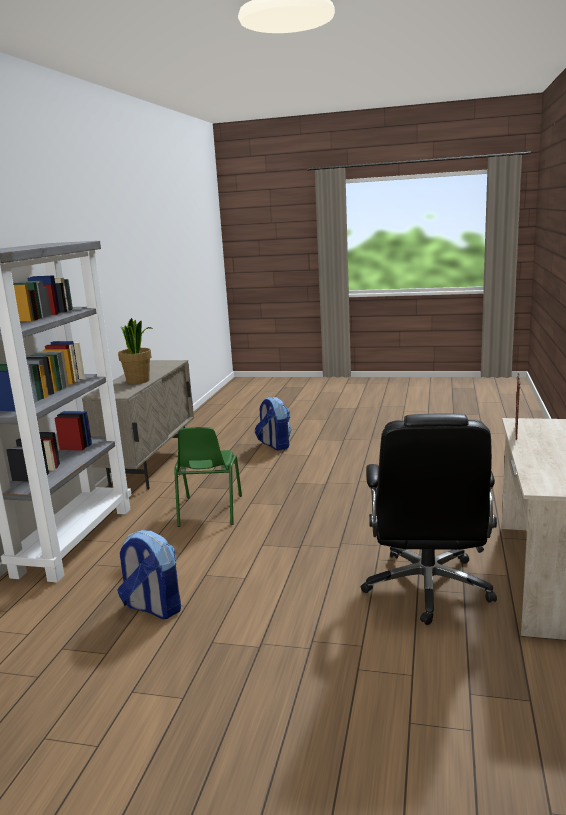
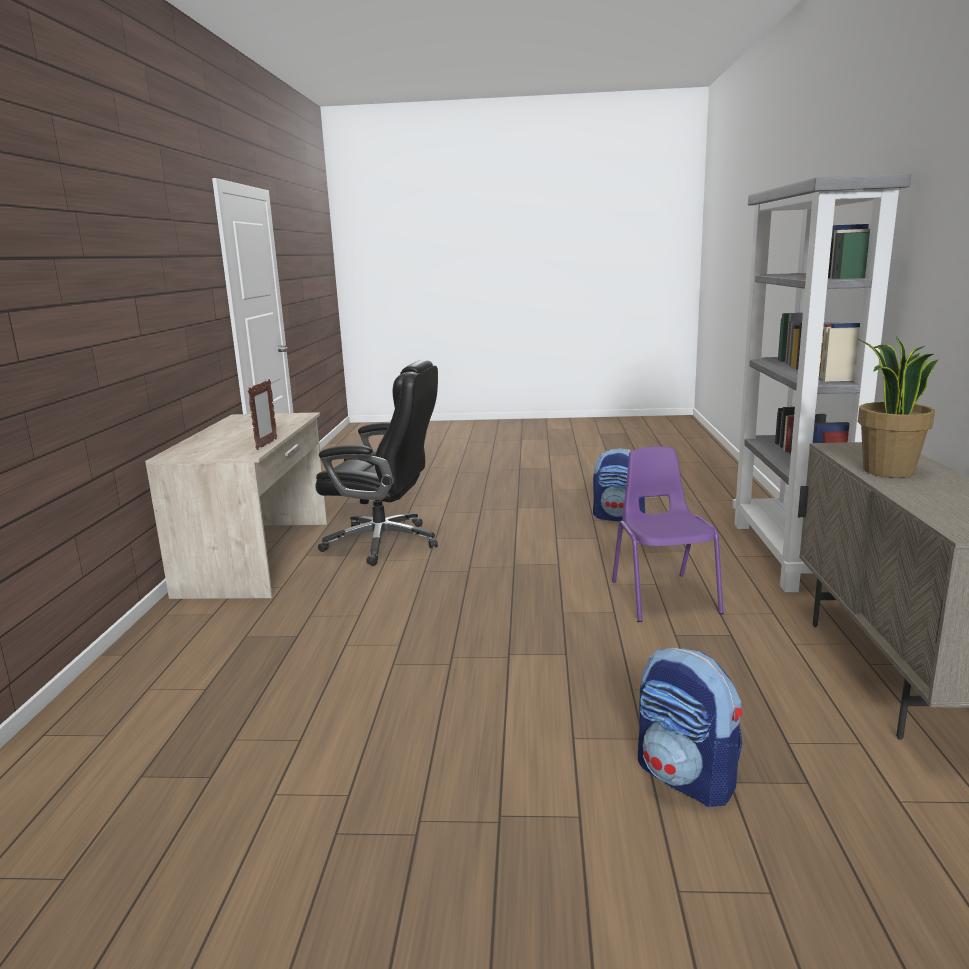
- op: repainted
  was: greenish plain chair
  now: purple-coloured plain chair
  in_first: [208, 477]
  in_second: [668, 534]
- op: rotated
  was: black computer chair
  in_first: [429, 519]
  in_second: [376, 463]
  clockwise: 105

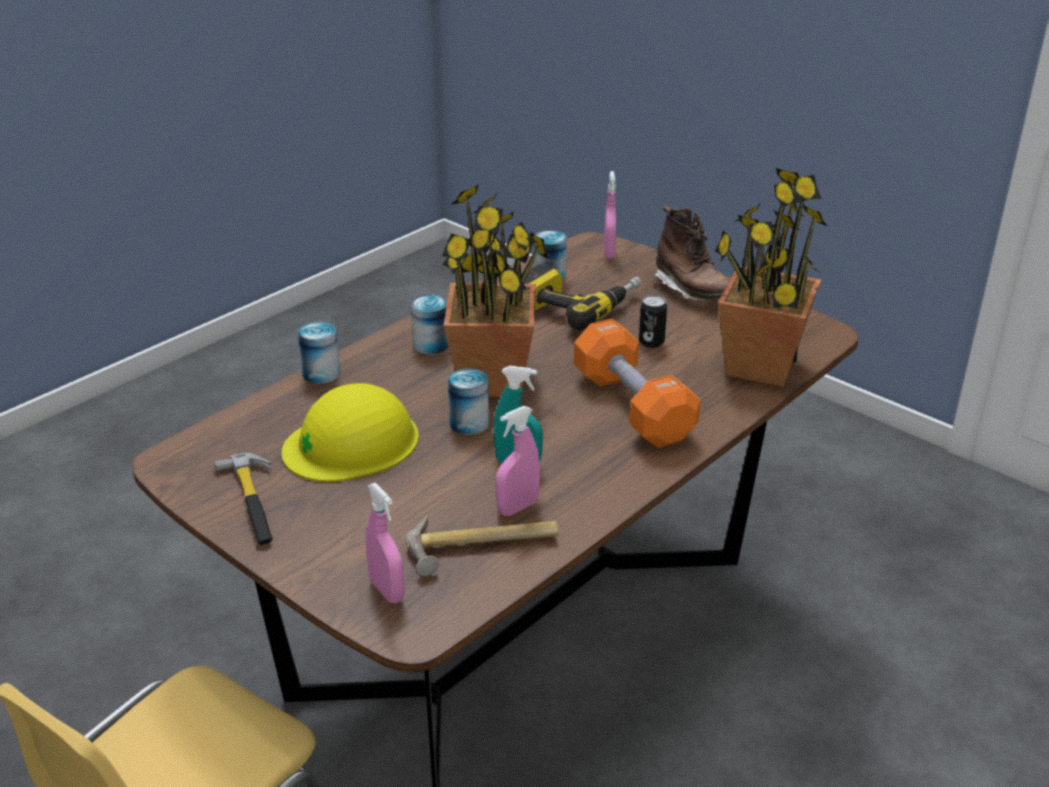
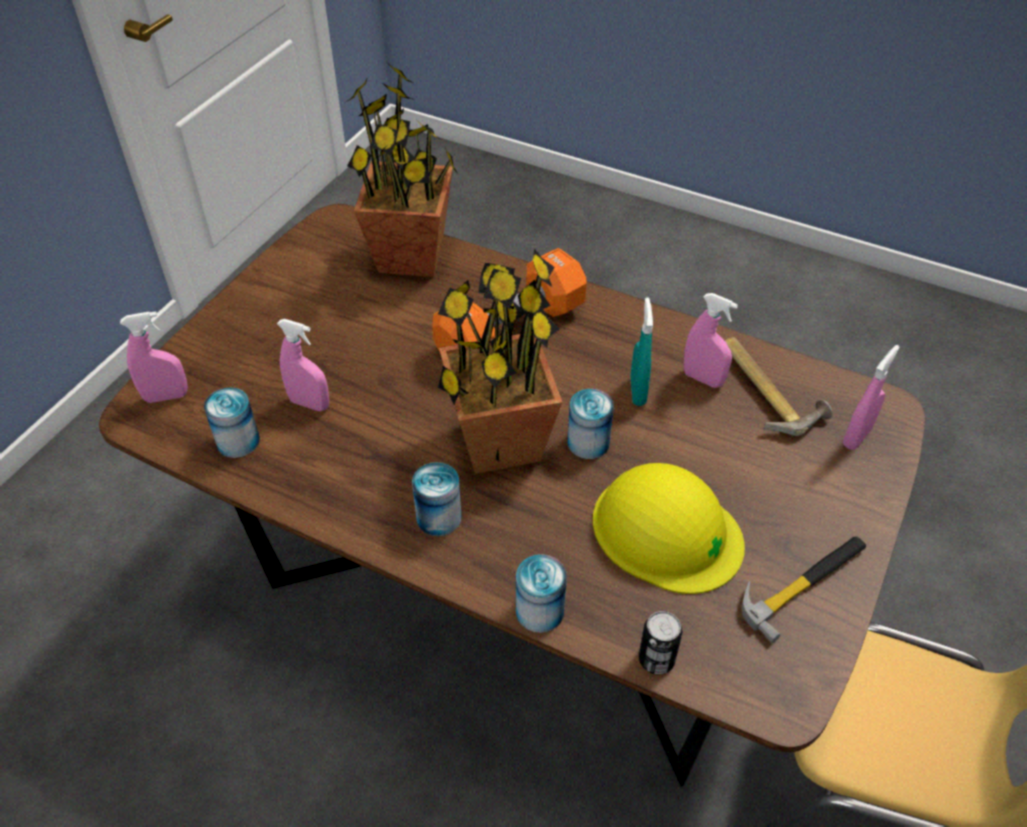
- op: gone
  was: brownish high-top boot
  in_first: [691, 253]
- op: shifted
  was: can
  in_first: [653, 321]
  in_second: [660, 643]
- op: swapped
  was: drill
  now: pinkish sprayer
  in_first: [581, 297]
  in_second: [303, 365]

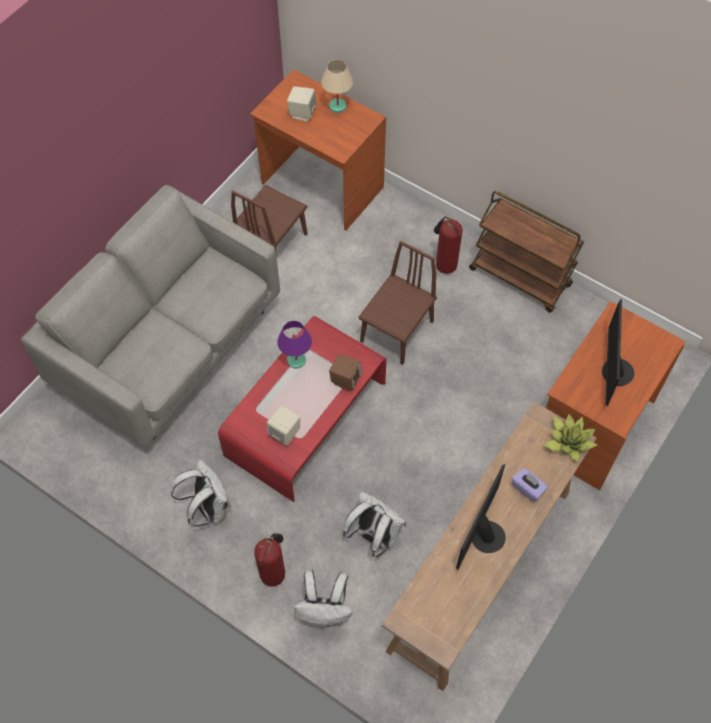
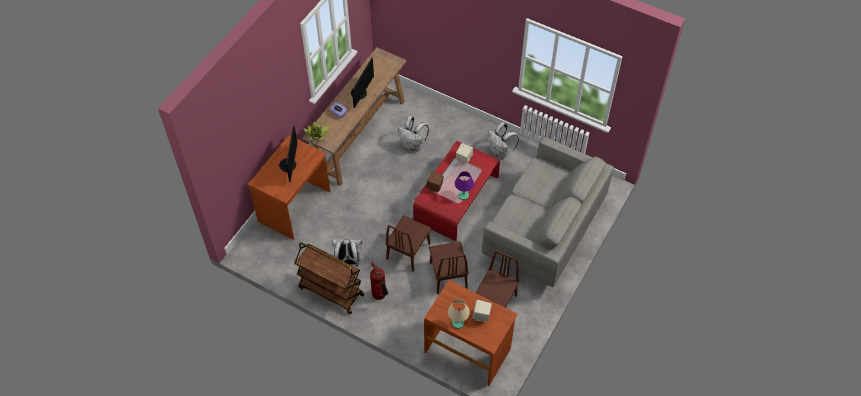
- op: gone
  was: fire-fighting cylinder
  in_first: [269, 560]
- op: new
  now: brownish plain chair
  in_second: [449, 267]
- op: shifted
  was: white-coloured knapsack
  in_first: [323, 598]
  in_second: [347, 252]

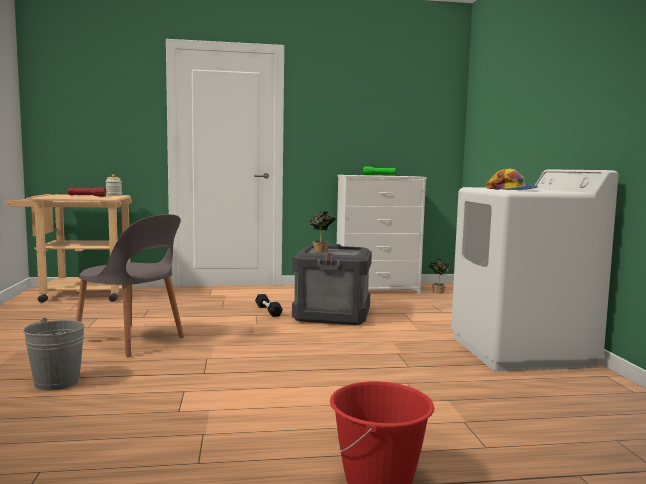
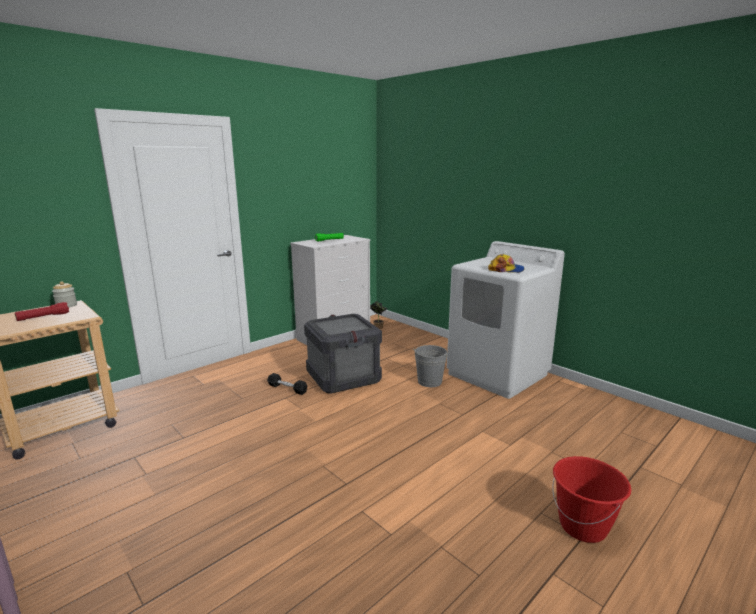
- op: gone
  was: grey plain chair
  in_first: [130, 285]
- op: gone
  was: plant in a pot
  in_first: [322, 232]
- op: shifted
  was: grey bucket
  in_first: [54, 354]
  in_second: [431, 366]

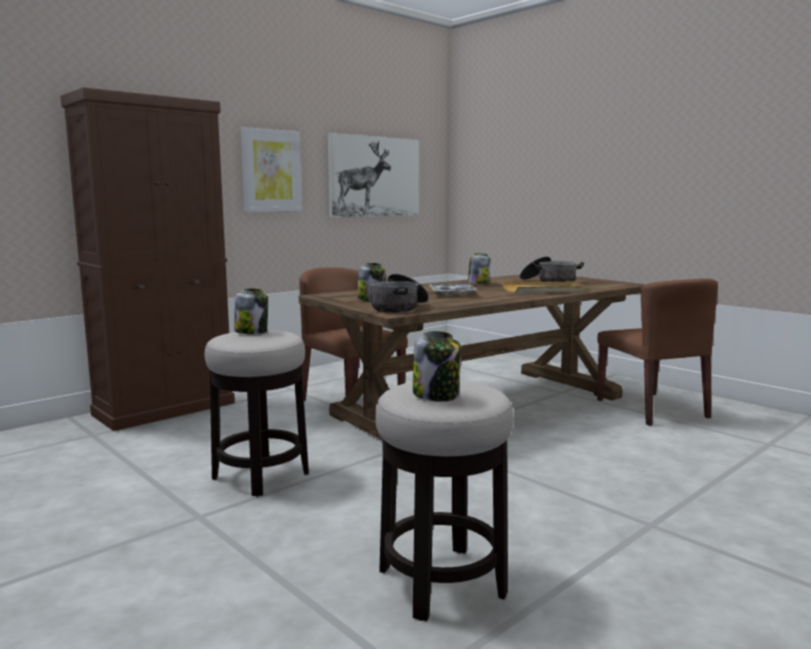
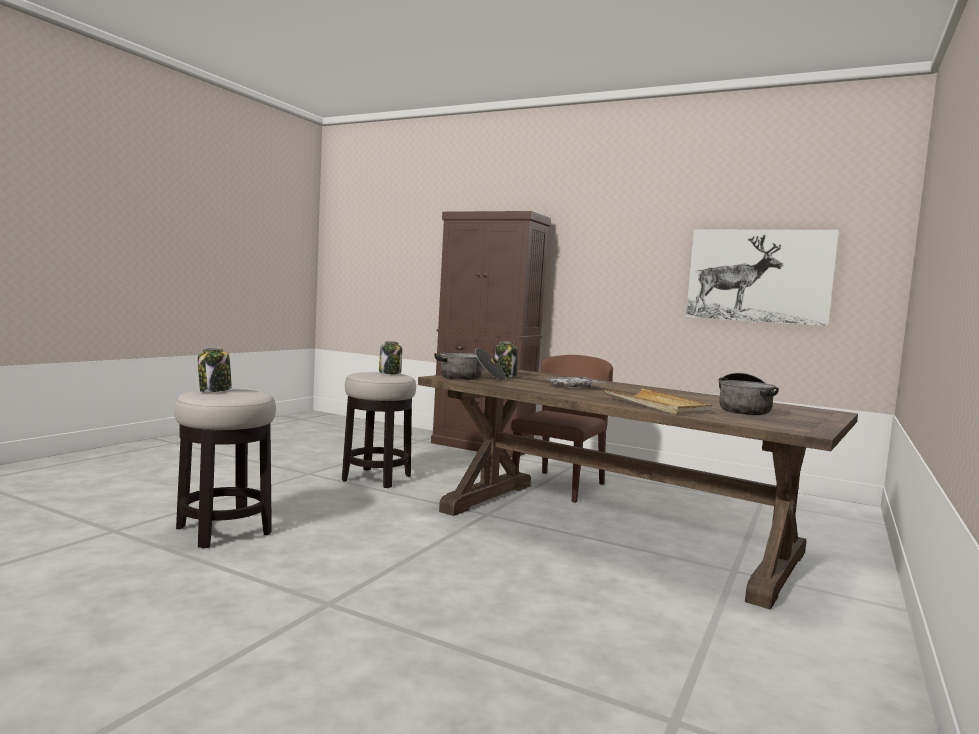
- op: gone
  was: picture
  in_first: [271, 169]
- op: gone
  was: preserve jar
  in_first: [479, 268]
- op: gone
  was: brownish plain chair
  in_first: [657, 352]

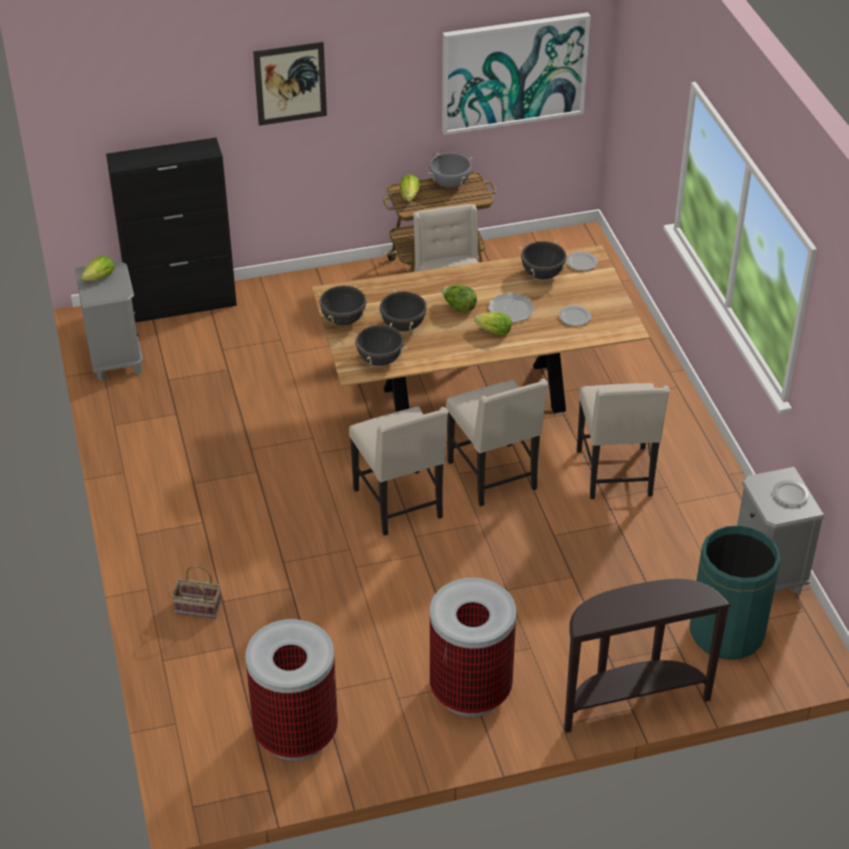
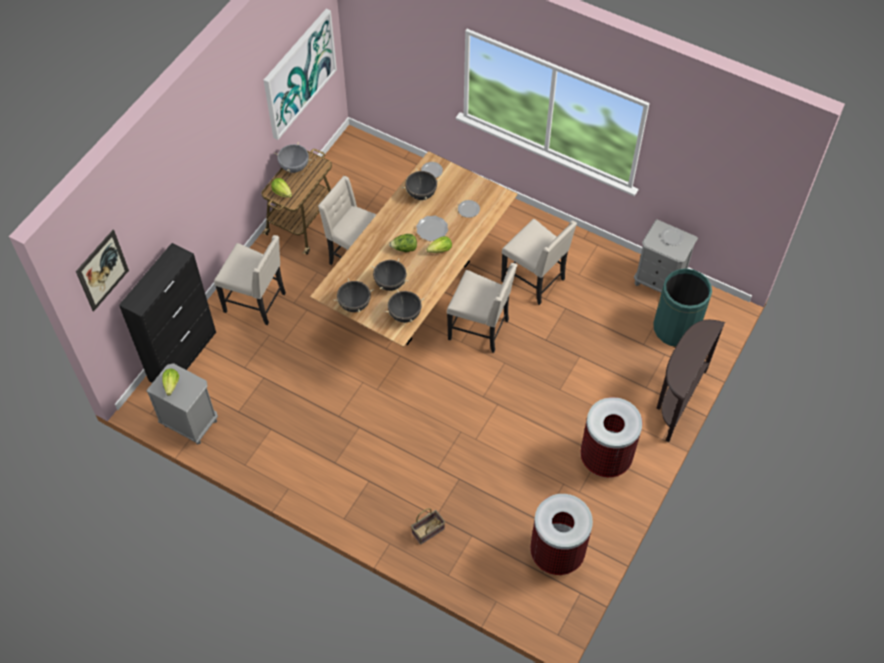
- op: shifted
  was: picture
  in_first: [290, 84]
  in_second: [102, 271]
- op: shifted
  was: beige plain chair
  in_first: [398, 471]
  in_second: [250, 280]

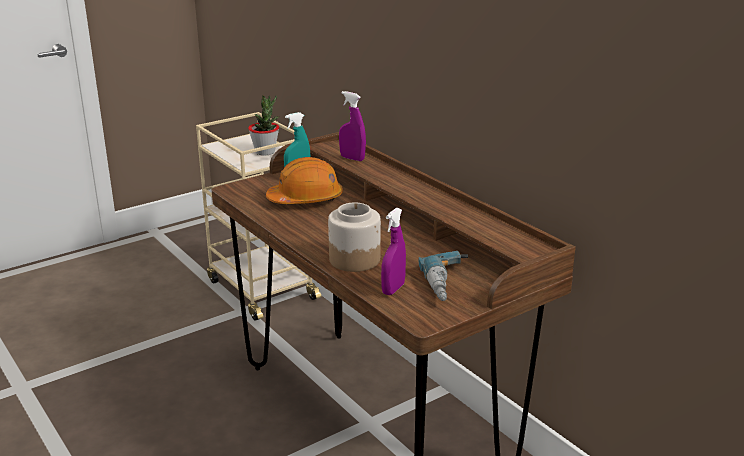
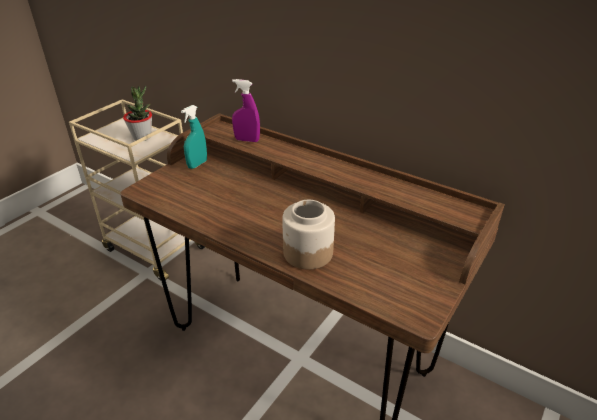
- op: gone
  was: orangey safety helmet
  in_first: [304, 180]
- op: gone
  was: purple-coloured sprayer
  in_first: [393, 251]
- op: gone
  was: drill
  in_first: [443, 276]

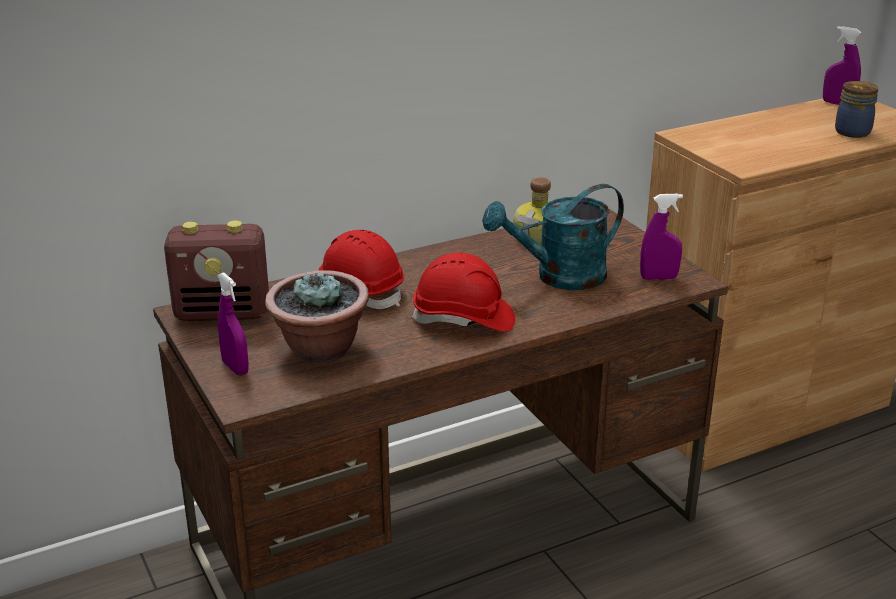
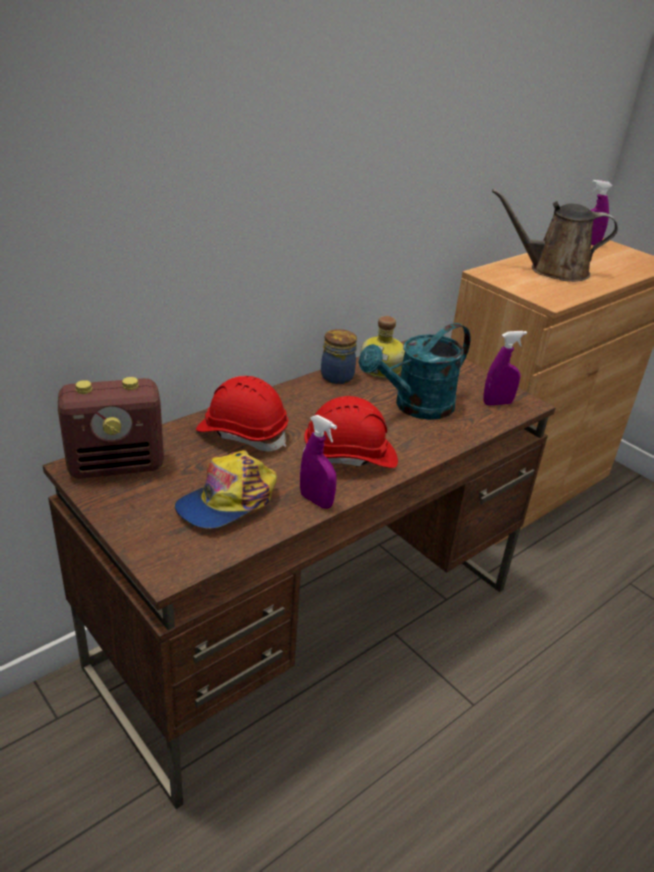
- op: new
  now: brownish sprinkling can
  in_second: [555, 235]
- op: shifted
  was: purple-coloured sprayer
  in_first: [233, 324]
  in_second: [318, 462]
- op: shifted
  was: preserve jar
  in_first: [856, 109]
  in_second: [339, 356]
- op: swapped
  was: plant in a pot
  now: peaked cap
  in_first: [317, 316]
  in_second: [226, 489]

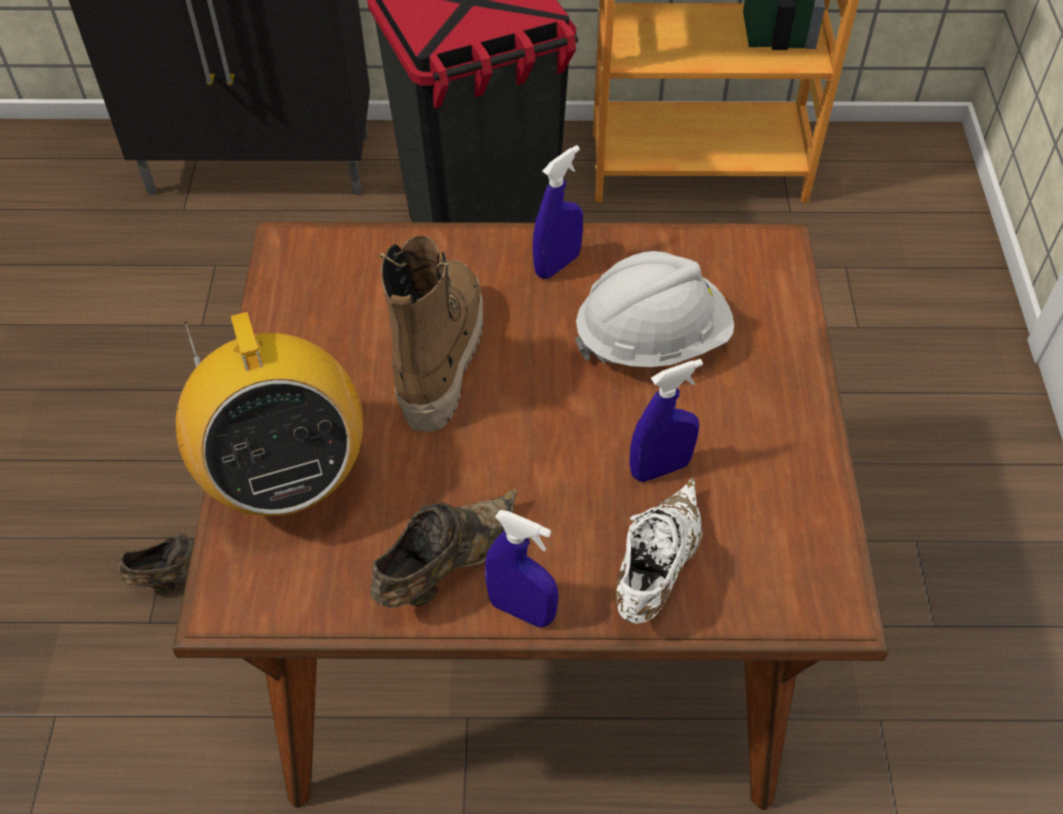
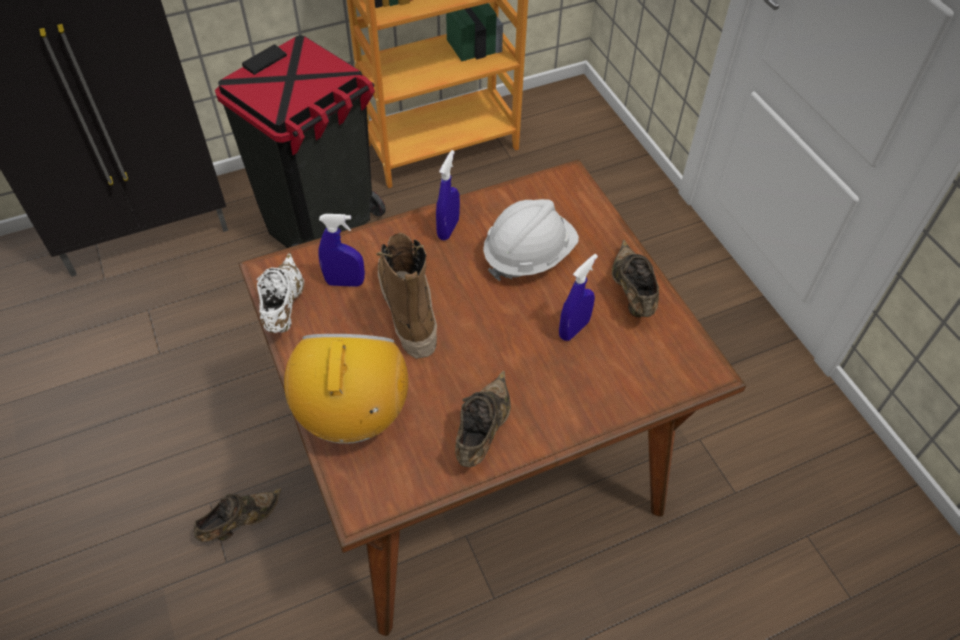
- op: new
  now: brownish shoe
  in_second: [635, 278]
- op: shifted
  was: blue-coloured sprayer
  in_first: [522, 569]
  in_second: [341, 250]
- op: shifted
  was: white-coloured shoe
  in_first: [658, 550]
  in_second: [280, 293]
- op: rotated
  was: radio receiver
  in_first: [269, 414]
  in_second: [346, 389]
  clockwise: -135

